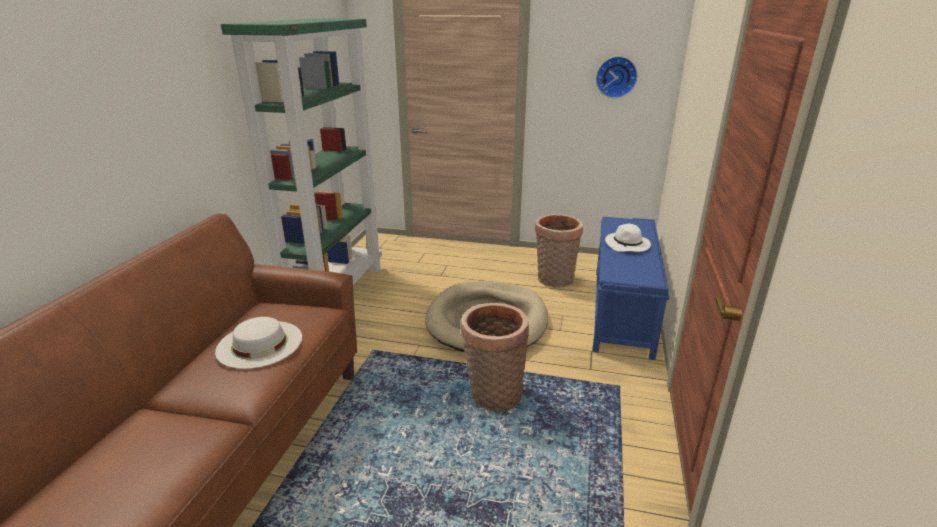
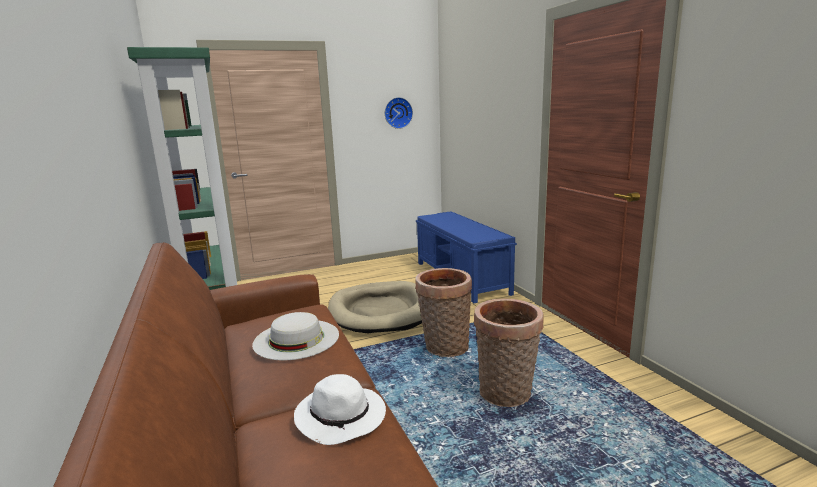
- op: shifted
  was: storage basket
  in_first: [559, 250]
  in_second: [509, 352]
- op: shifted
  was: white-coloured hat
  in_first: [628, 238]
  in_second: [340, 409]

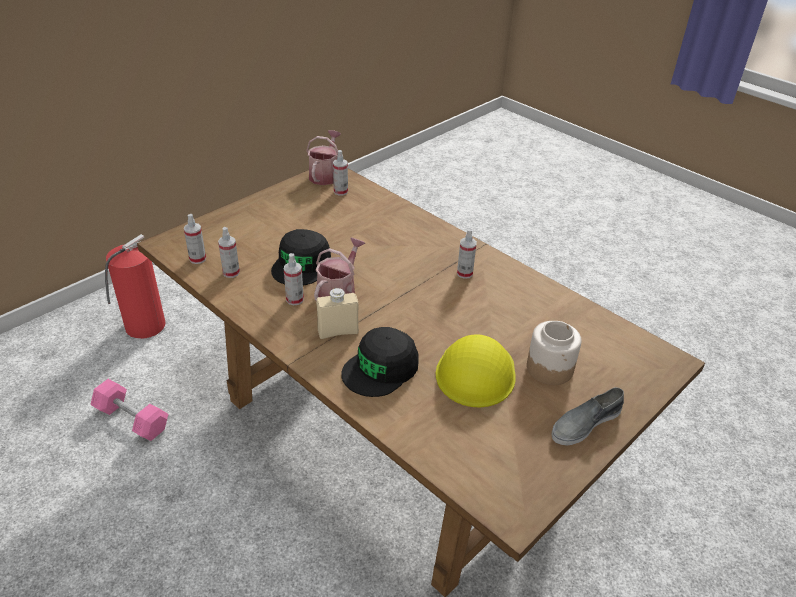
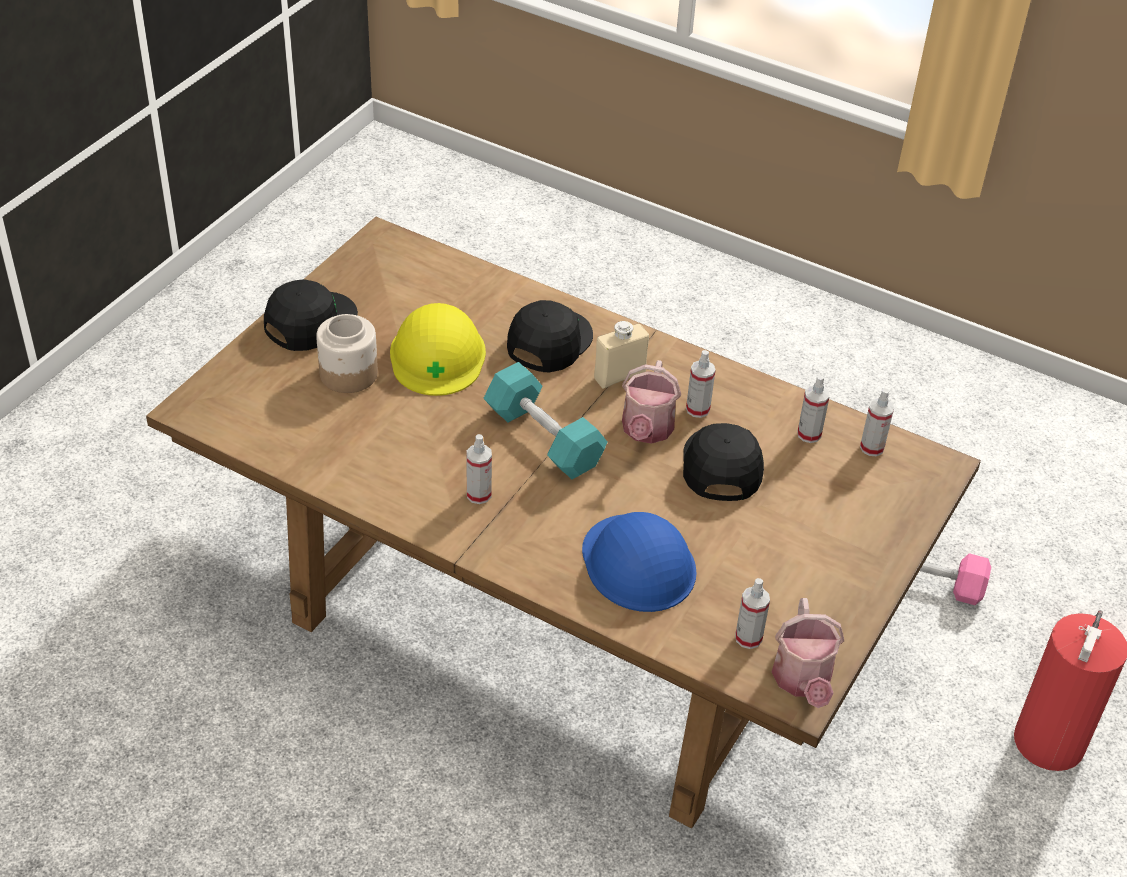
- op: new
  now: blue-green hand weight
  in_second: [545, 420]
- op: new
  now: blue-coloured safety helmet
  in_second: [639, 562]
- op: swapped
  was: grey shoe
  now: black peaked cap
  in_first: [588, 416]
  in_second: [311, 315]

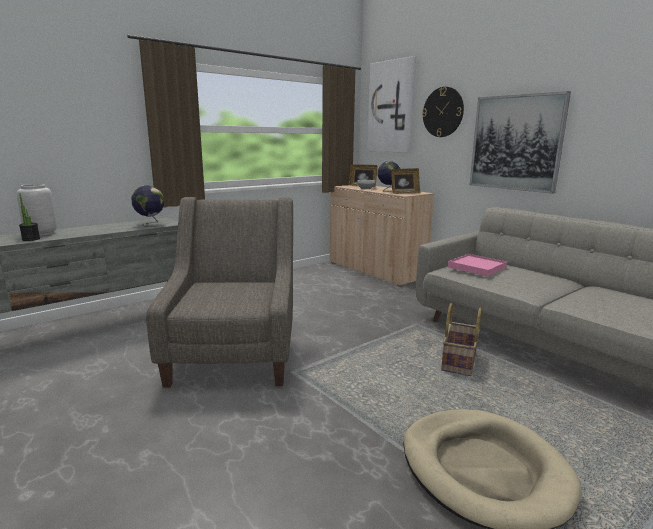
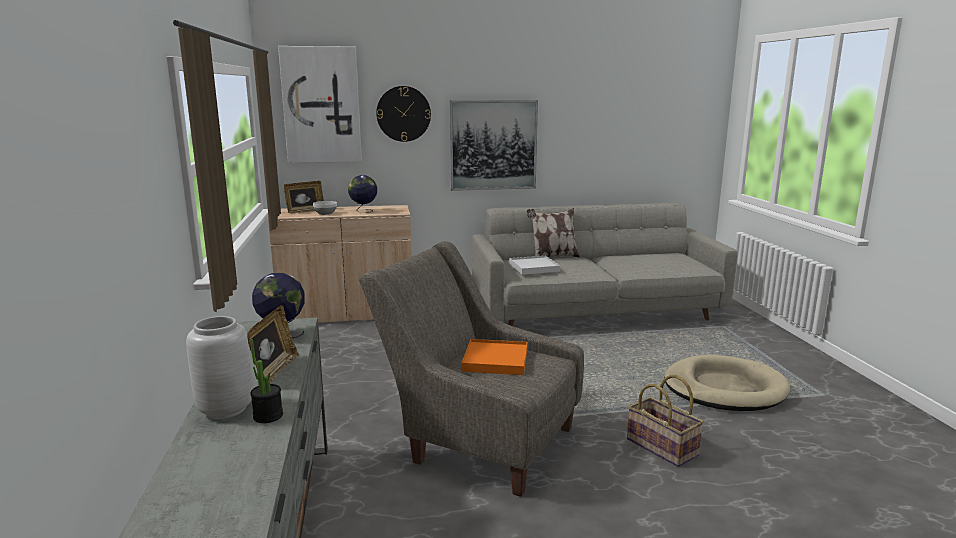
- op: new
  now: orangey tray
  in_second: [495, 357]
- op: new
  now: pillow
  in_second: [553, 233]
- op: shifted
  was: standing frame
  in_first: [406, 181]
  in_second: [273, 344]
- op: shifted
  was: storage basket
  in_first: [461, 339]
  in_second: [665, 421]
- op: repainted
  was: pinkish tray
  now: white-coloured tray
  in_first: [477, 265]
  in_second: [534, 265]

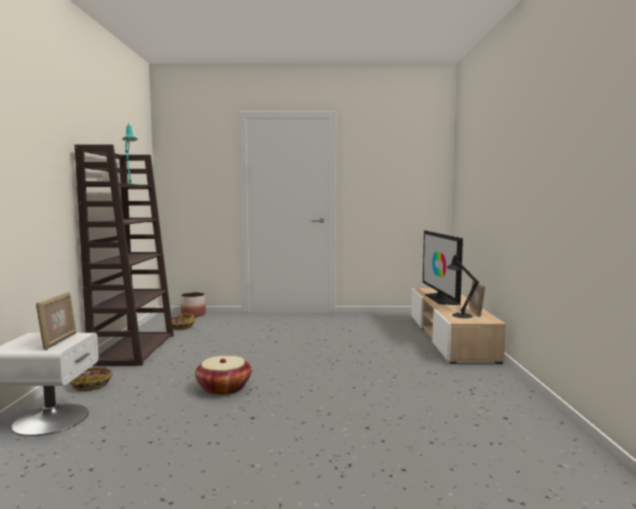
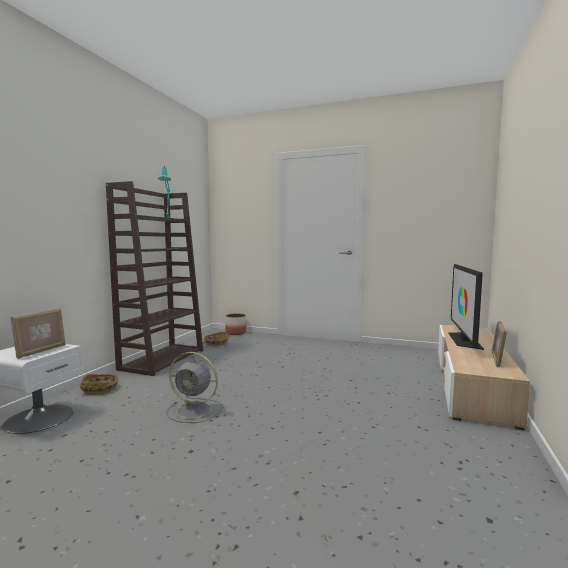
- op: gone
  was: black table lamp
  in_first: [462, 285]
- op: swapped
  was: storage basket
  now: grey fan
  in_first: [223, 375]
  in_second: [194, 387]

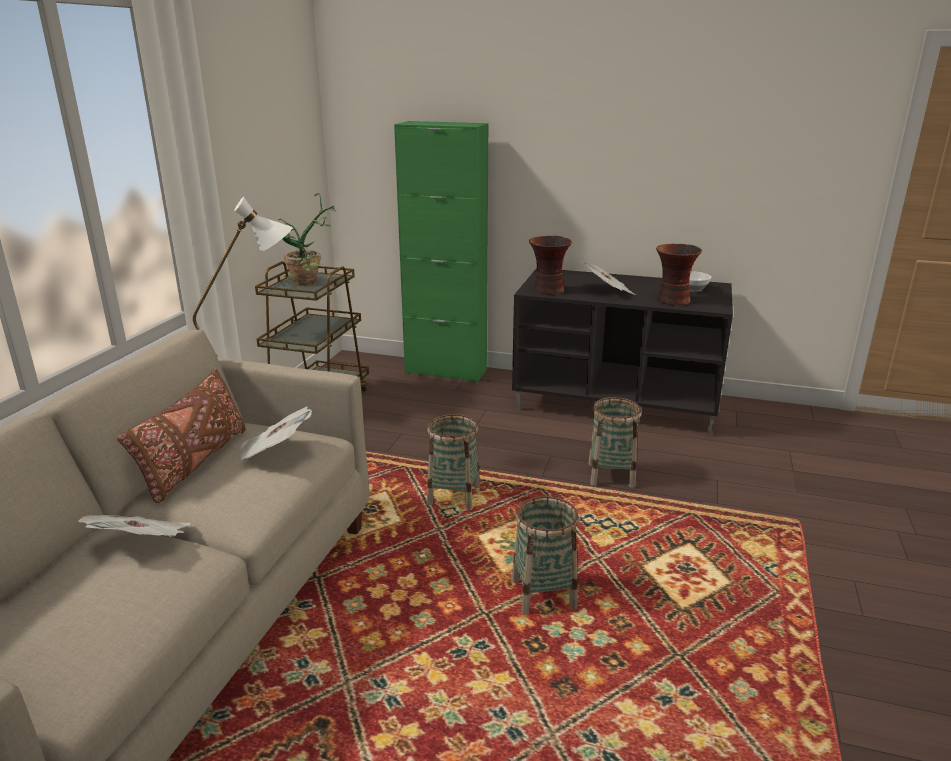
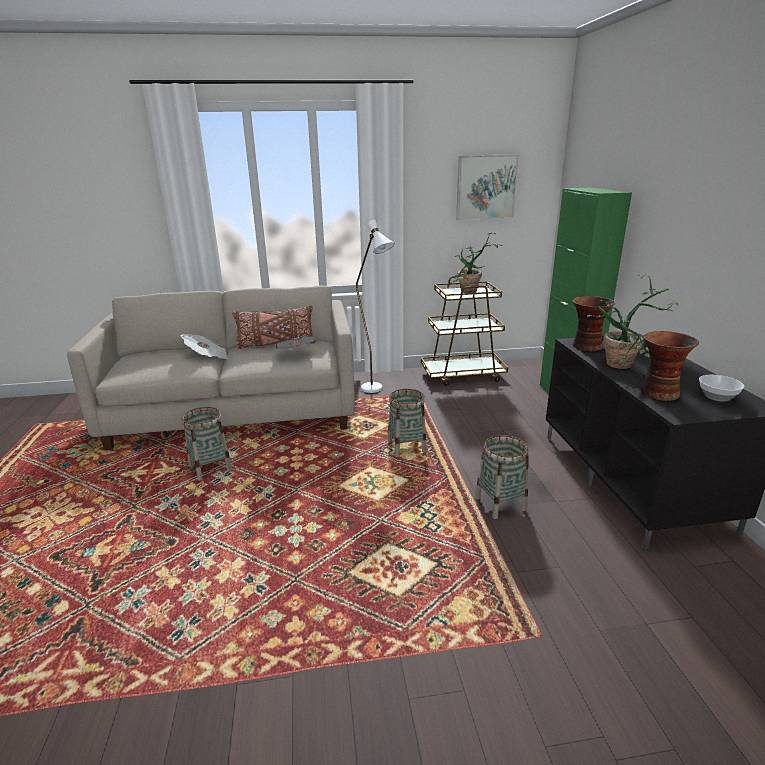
- op: new
  now: picture
  in_second: [487, 187]
- op: shifted
  was: storage basket
  in_first: [545, 555]
  in_second: [206, 444]
- op: swapped
  was: printed paper
  now: plant in a pot
  in_first: [608, 278]
  in_second: [633, 321]

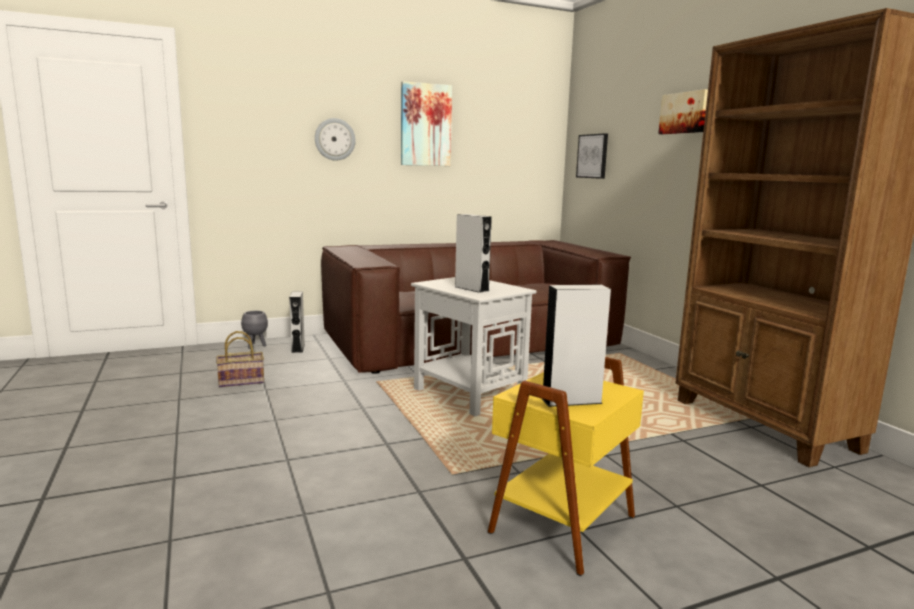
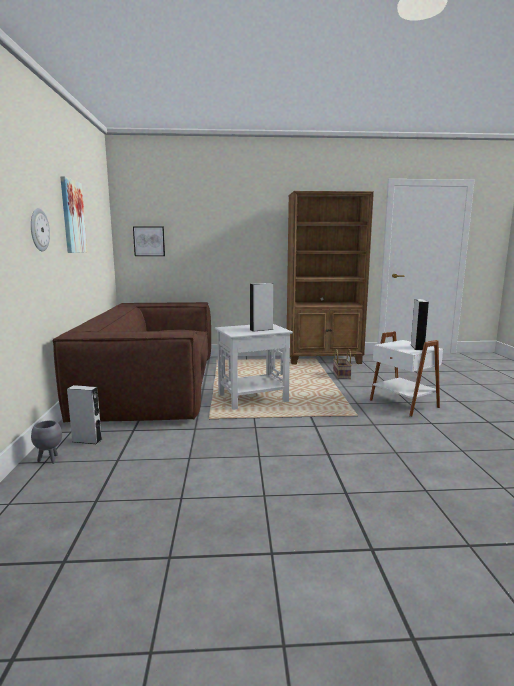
- op: gone
  was: picture
  in_first: [683, 111]
- op: shifted
  was: storage basket
  in_first: [240, 359]
  in_second: [342, 364]
- op: repainted
  was: yellow side table
  now: white-coloured side table
  in_first: [566, 466]
  in_second: [406, 374]

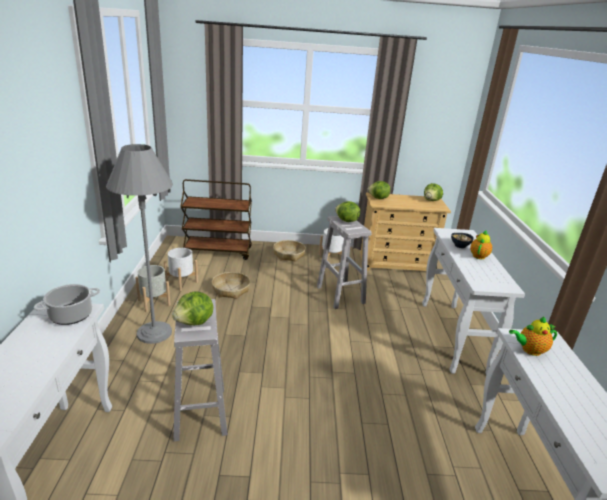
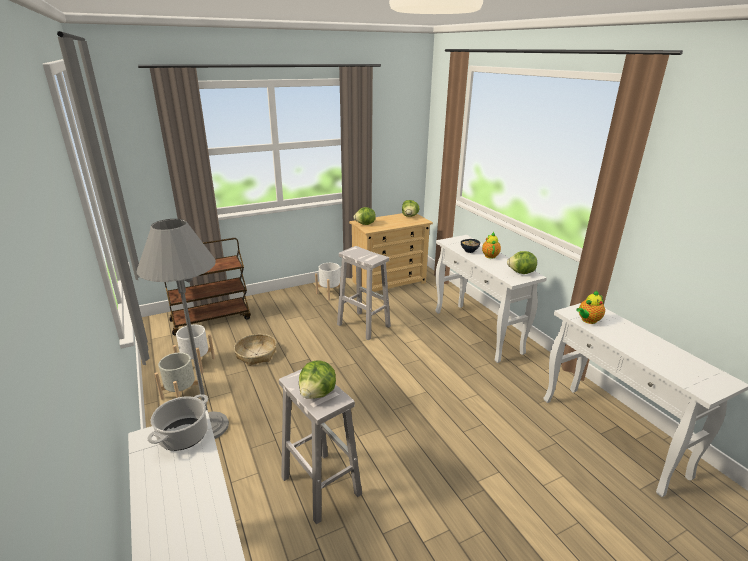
- op: gone
  was: storage basket
  in_first: [289, 251]
- op: shifted
  was: lettuce head
  in_first: [347, 211]
  in_second: [522, 262]

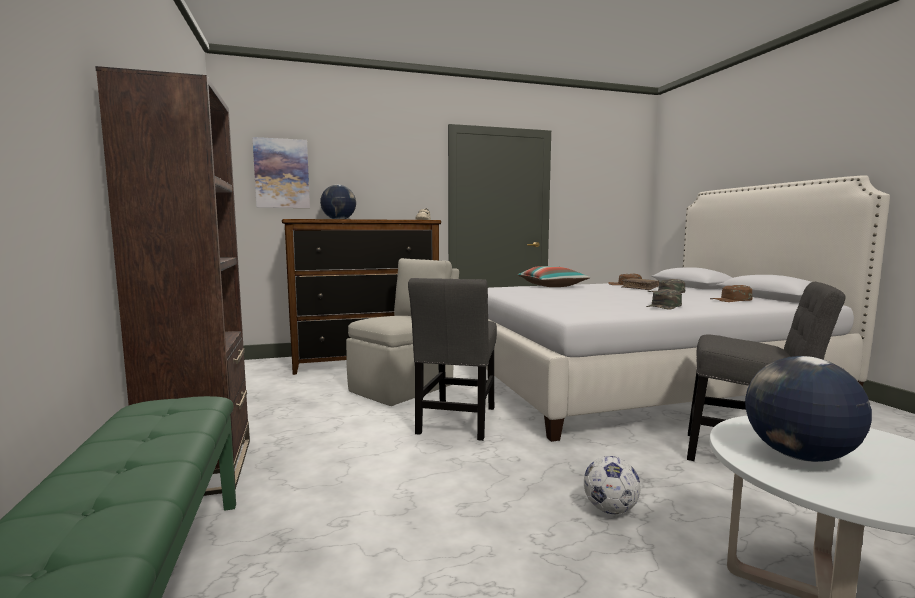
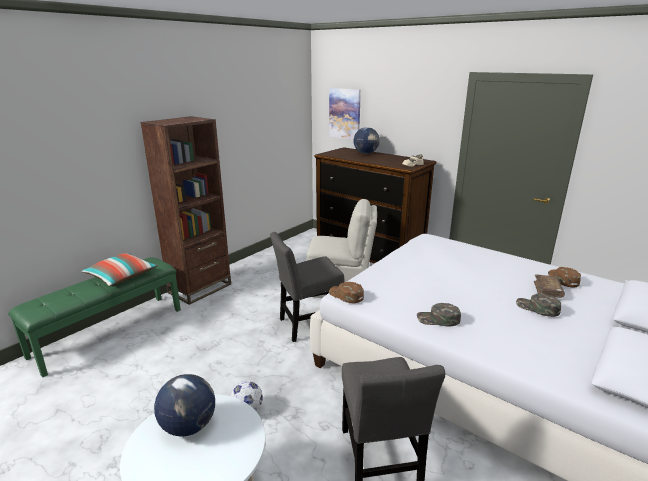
- op: shifted
  was: pillow
  in_first: [554, 276]
  in_second: [120, 269]
- op: shifted
  was: brownish peaked cap
  in_first: [731, 293]
  in_second: [346, 292]

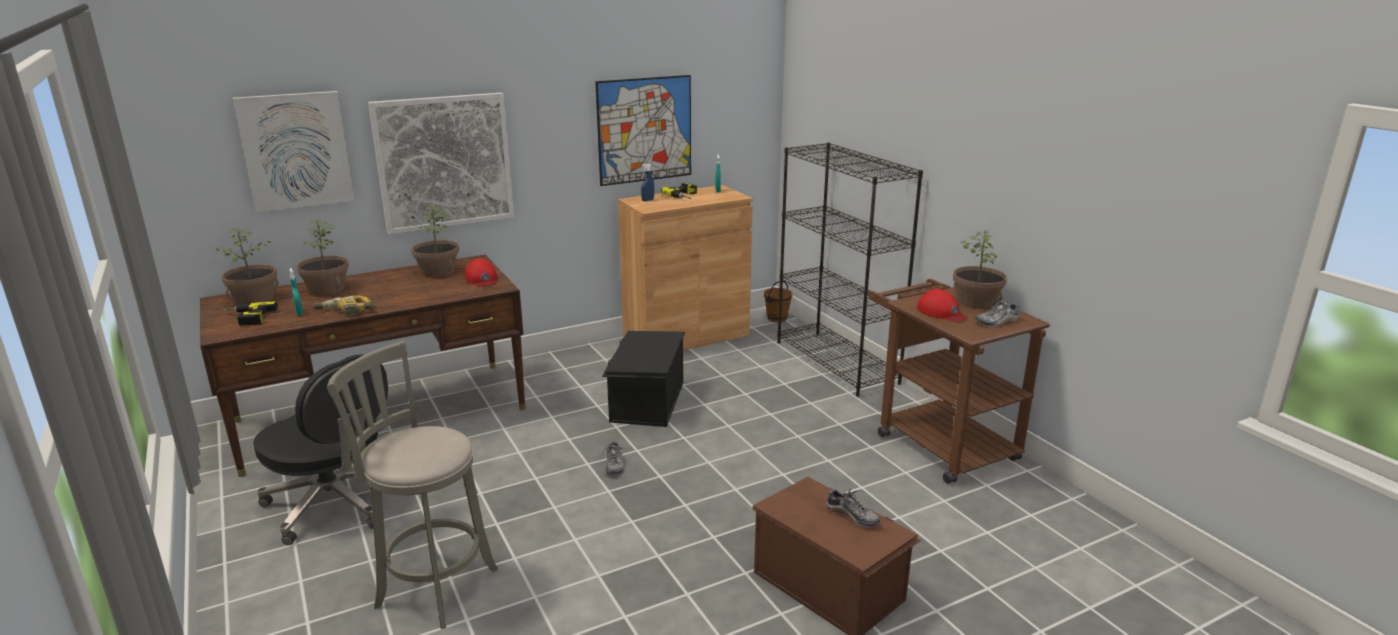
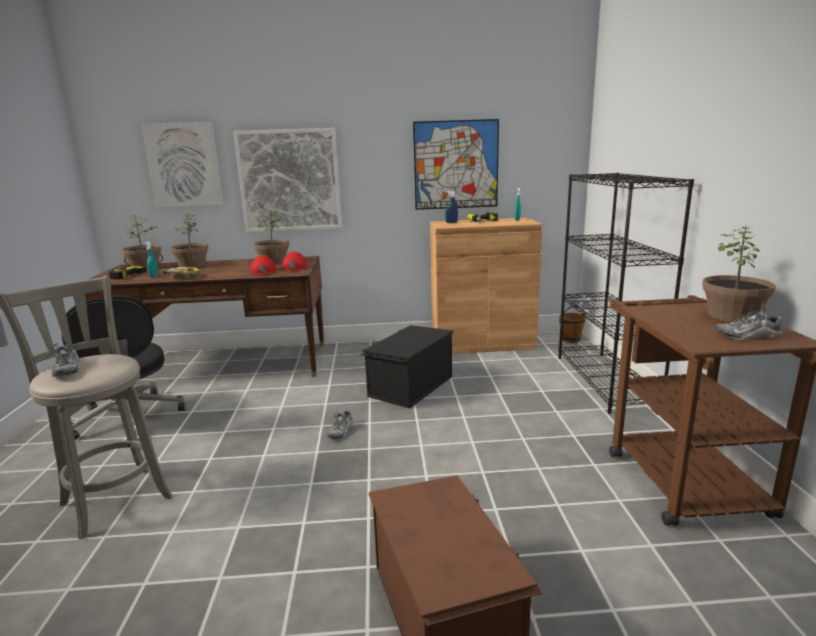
- op: shifted
  was: shoe
  in_first: [853, 507]
  in_second: [63, 359]
- op: shifted
  was: red peaked cap
  in_first: [942, 305]
  in_second: [263, 265]

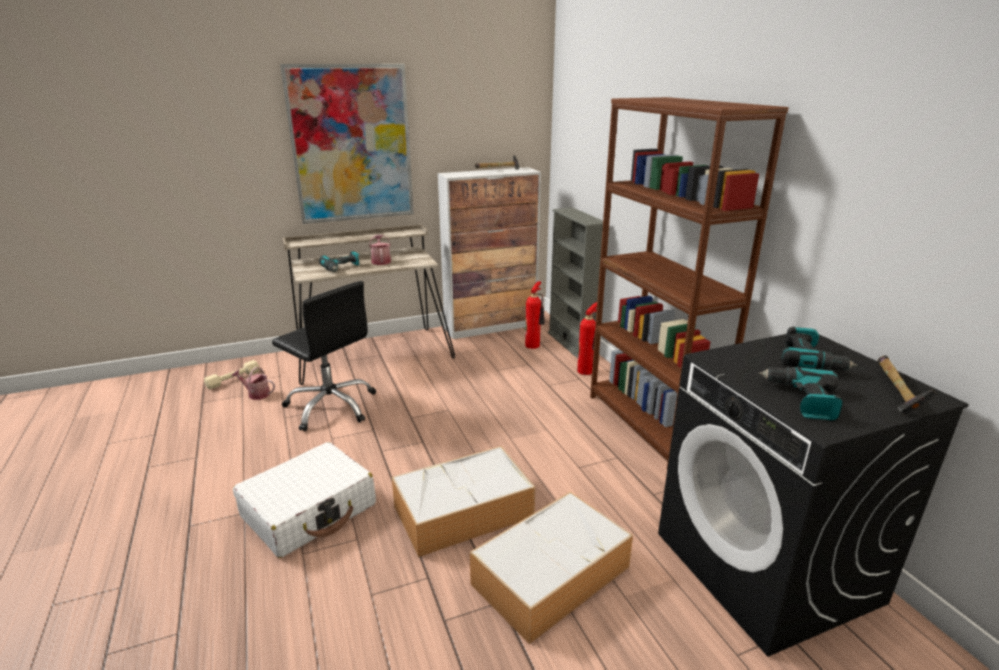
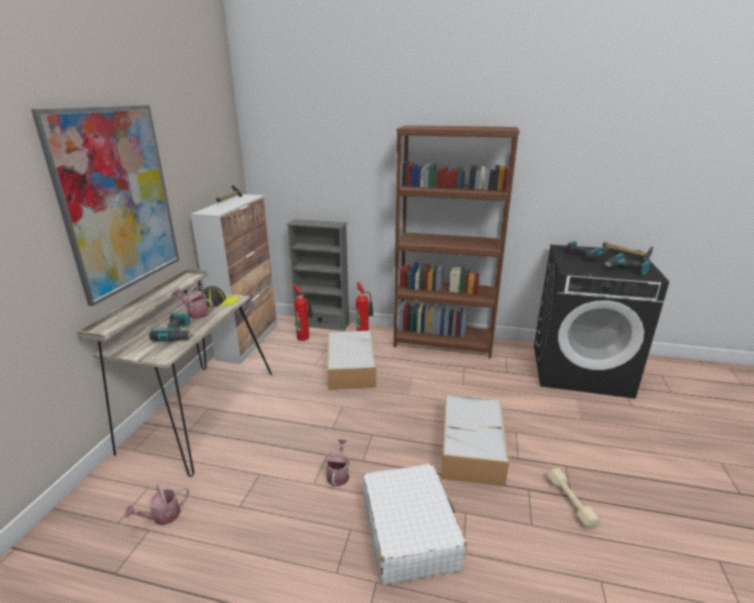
- op: gone
  was: black computer chair
  in_first: [324, 356]
- op: new
  now: peaked cap
  in_second: [220, 296]
- op: new
  now: sprinkling can
  in_second: [337, 463]
- op: shifted
  was: beige hand weight
  in_first: [232, 374]
  in_second: [574, 498]
- op: shifted
  was: storage bin
  in_first: [551, 568]
  in_second: [351, 360]

